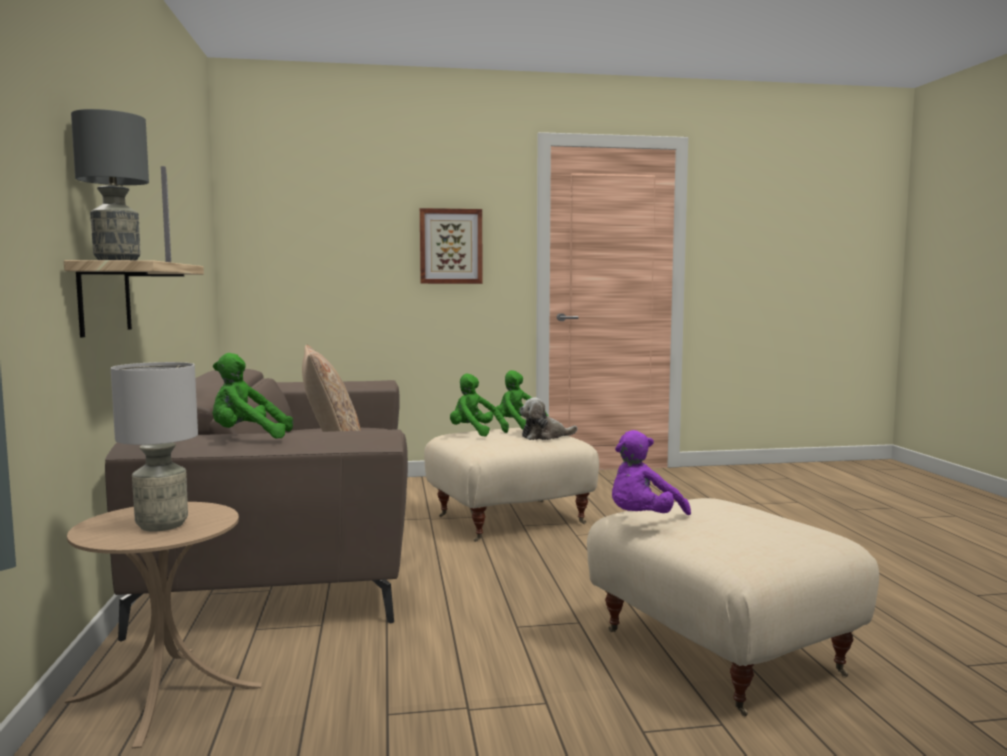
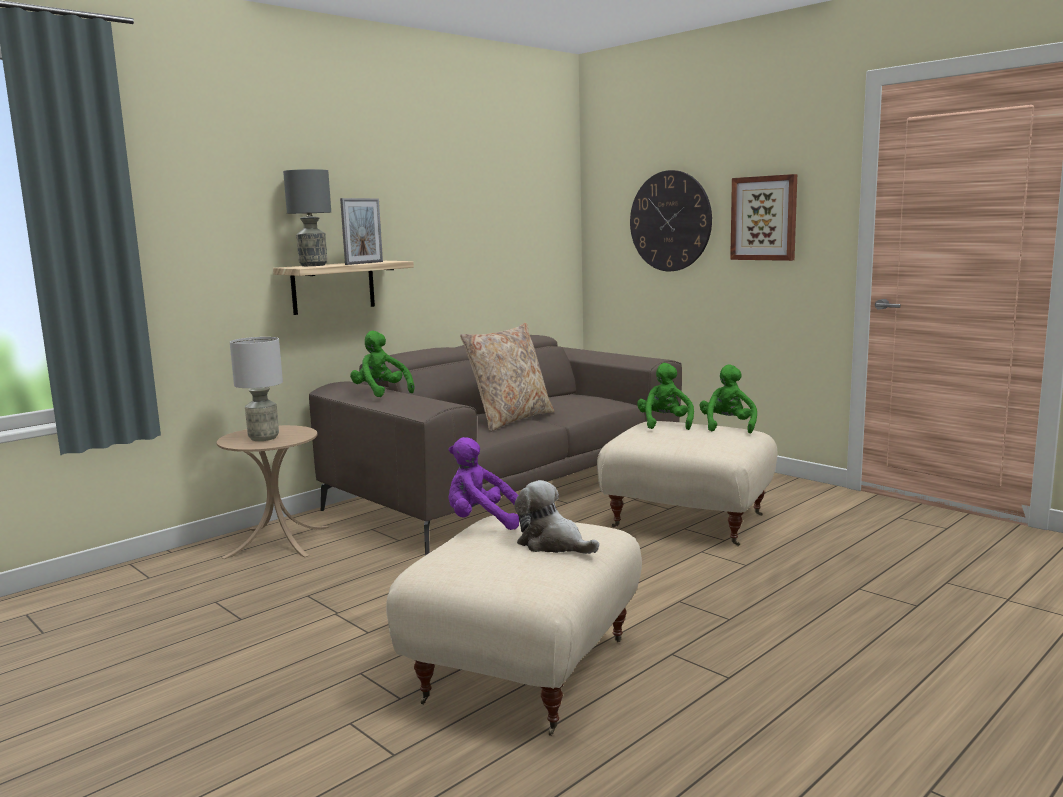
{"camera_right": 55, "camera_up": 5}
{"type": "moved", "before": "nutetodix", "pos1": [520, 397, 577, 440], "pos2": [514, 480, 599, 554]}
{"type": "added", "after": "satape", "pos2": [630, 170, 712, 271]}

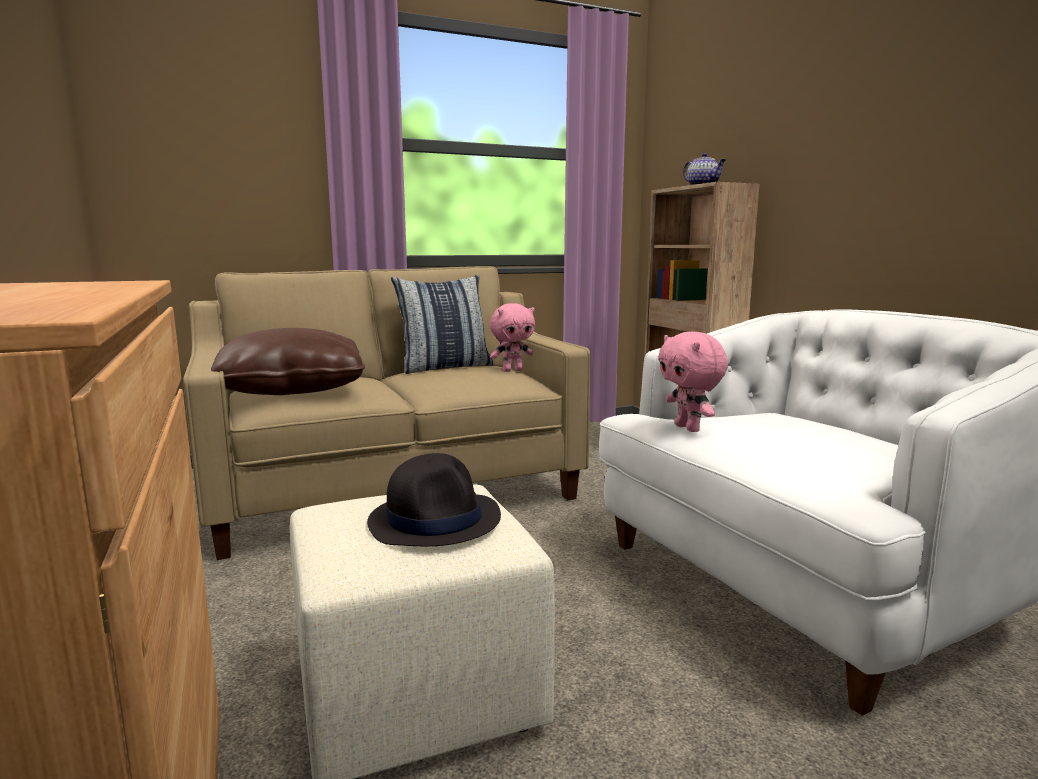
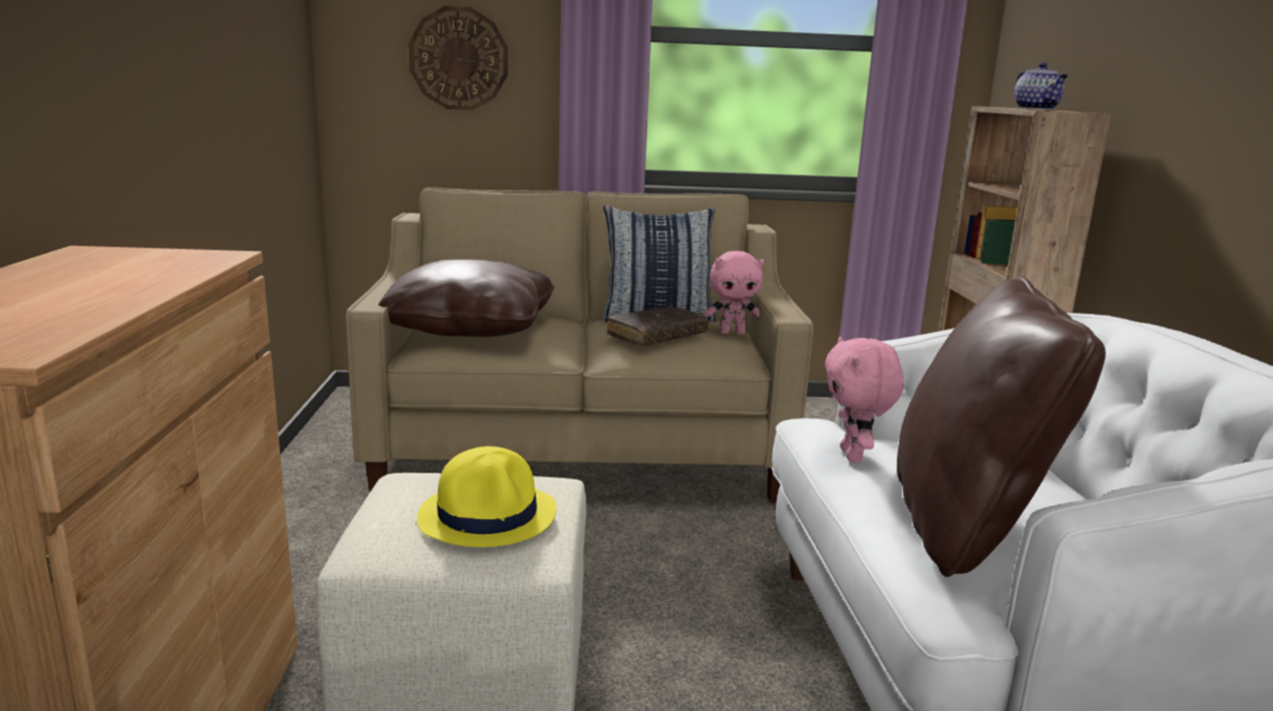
{"camera_right": 20, "camera_up": 5}
{"type": "recoloured", "before": "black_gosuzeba", "after": "yellow_gosuzeba", "pos1": [367, 453, 501, 547], "pos2": [417, 446, 557, 547]}
{"type": "added", "after": "satape", "pos2": [409, 6, 508, 110]}
{"type": "added", "after": "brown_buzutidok", "pos2": [897, 277, 1106, 577]}
{"type": "added", "after": "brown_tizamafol", "pos2": [607, 306, 709, 346]}

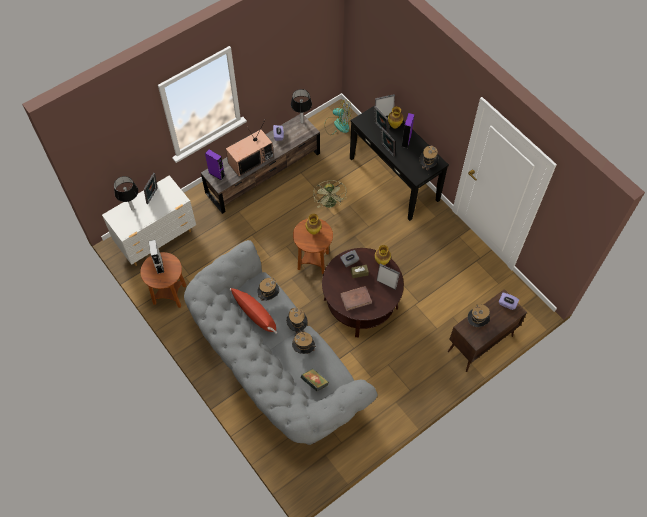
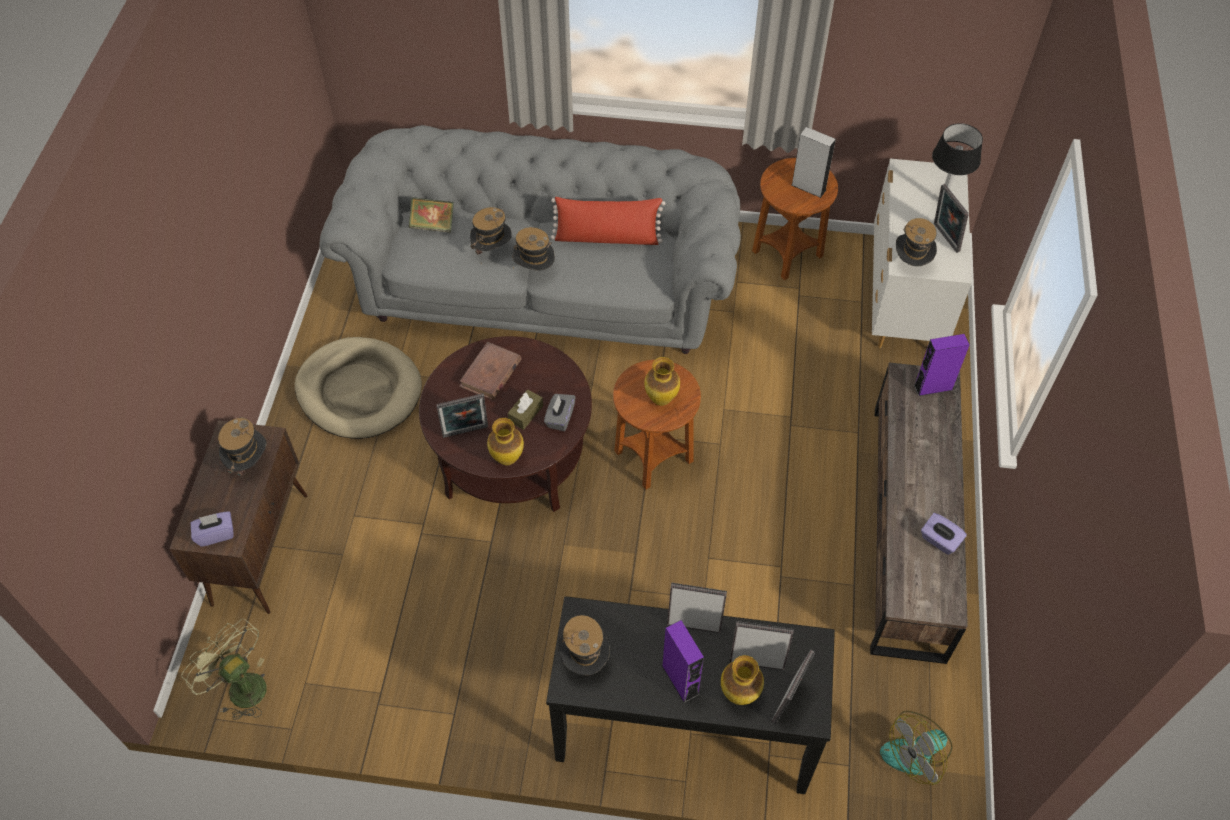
{"camera_right": 135, "camera_up": -5}
{"type": "removed", "before": "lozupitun", "pos1": [291, 89, 312, 123]}
{"type": "removed", "before": "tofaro", "pos1": [226, 120, 274, 176]}
{"type": "moved", "before": "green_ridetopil", "pos1": [313, 180, 347, 208], "pos2": [181, 619, 267, 720]}
{"type": "moved", "before": "gosuzeba", "pos1": [258, 278, 279, 305], "pos2": [896, 218, 937, 266]}
{"type": "added", "after": "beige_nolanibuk", "pos2": [295, 337, 422, 439]}

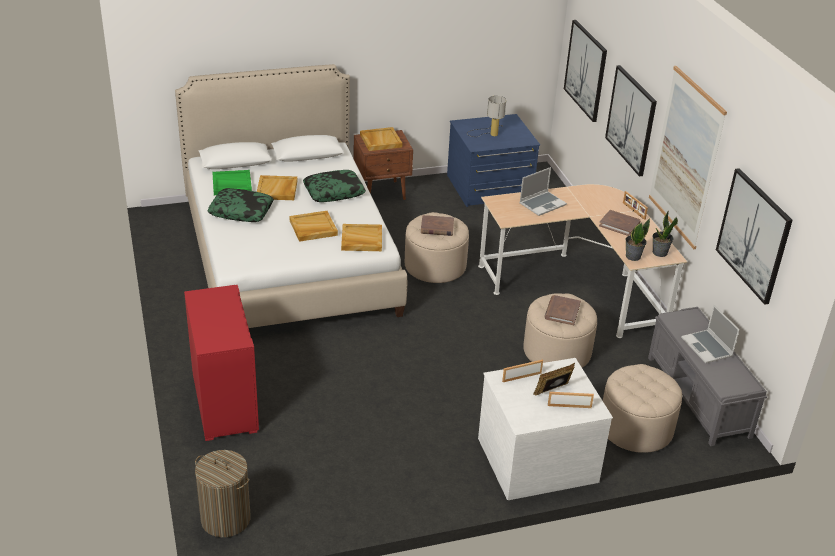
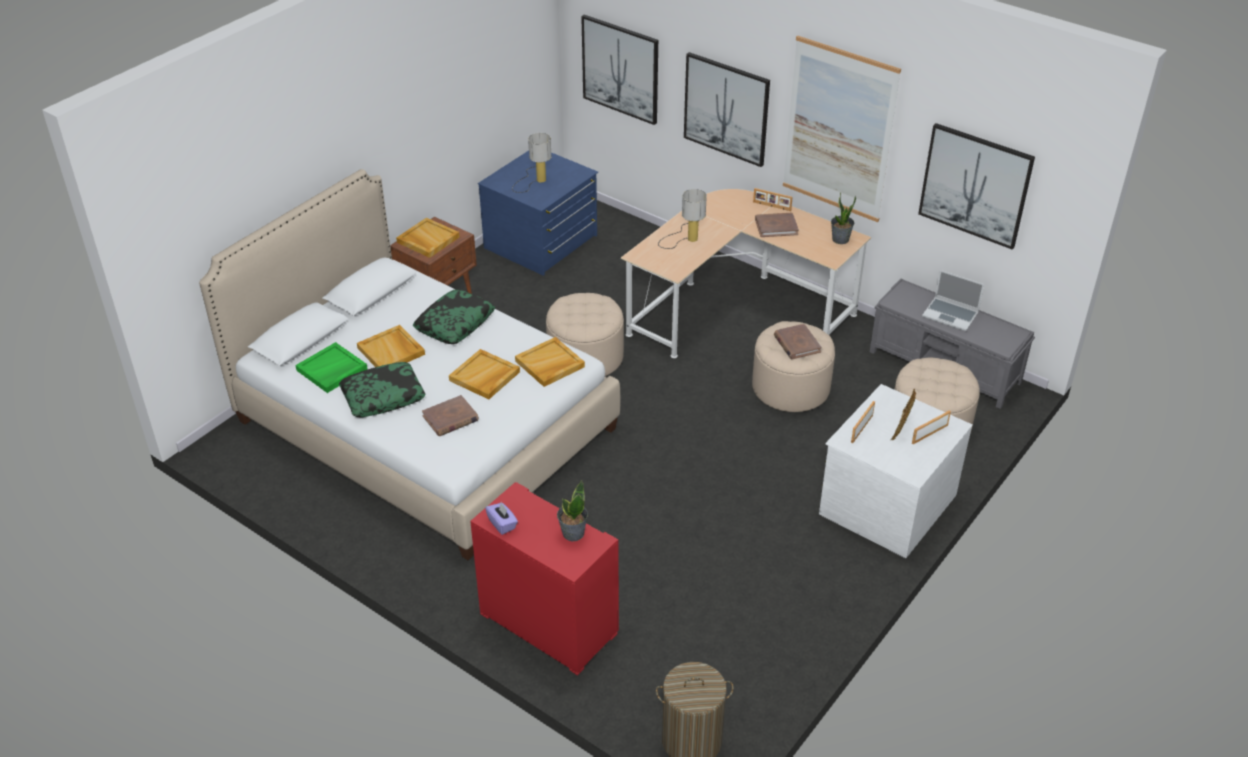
{"camera_right": -35, "camera_up": 5}
{"type": "replaced", "before": "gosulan", "after": "lozupitun", "pos1": [519, 167, 567, 216], "pos2": [658, 189, 707, 249]}
{"type": "moved", "before": "brown_tizamafol", "pos1": [421, 215, 454, 236], "pos2": [422, 395, 479, 436]}
{"type": "moved", "before": "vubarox", "pos1": [625, 219, 650, 261], "pos2": [557, 481, 588, 541]}
{"type": "added", "after": "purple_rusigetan", "pos2": [485, 503, 518, 535]}

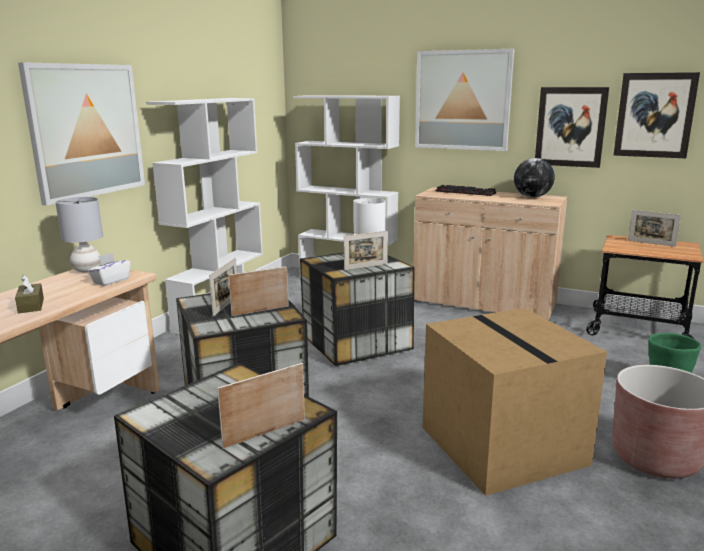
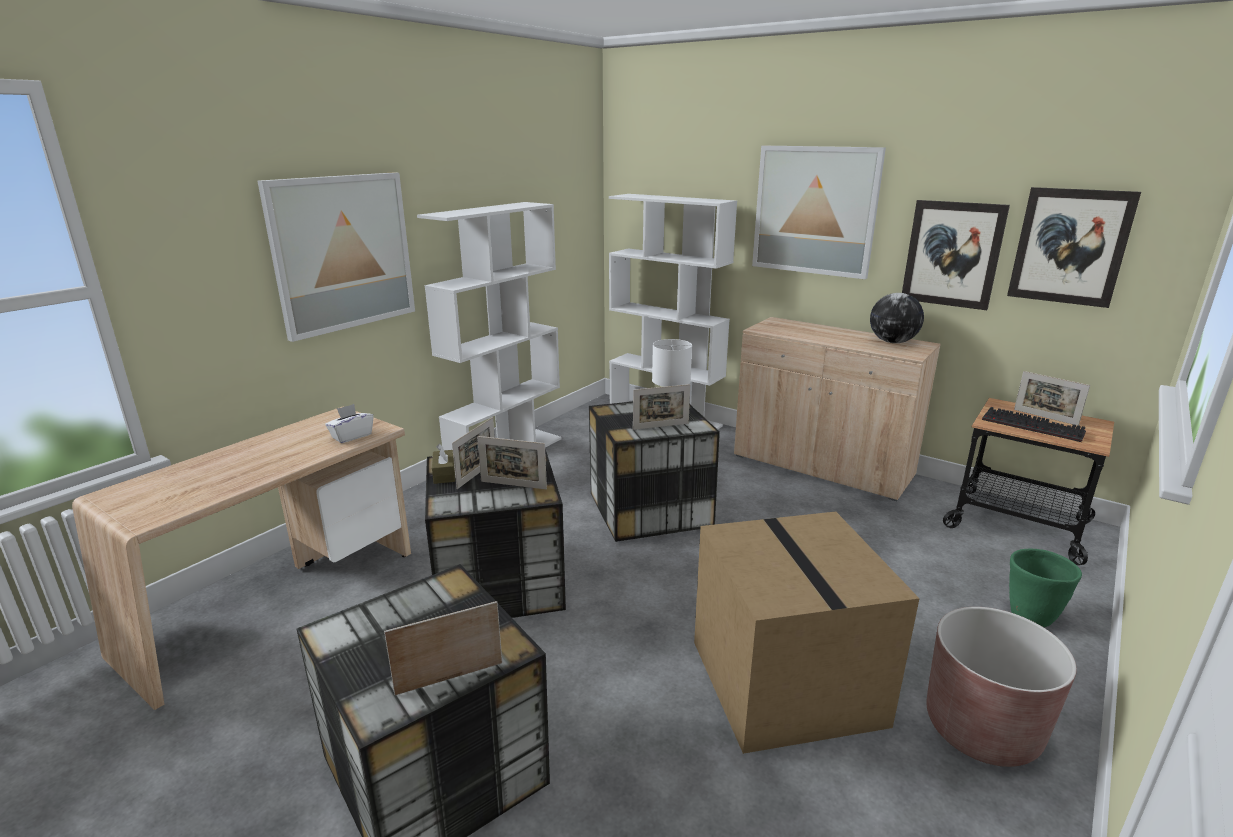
{"camera_right": 10, "camera_up": 5}
{"type": "moved", "before": "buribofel", "pos1": [436, 185, 496, 196], "pos2": [982, 407, 1086, 442]}
{"type": "removed", "before": "grey_lozupitun", "pos1": [55, 197, 103, 272]}
{"type": "turned", "before": "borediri", "pos1": [229, 266, 289, 316], "pos2": [477, 436, 547, 489], "turn": -150}
{"type": "moved", "before": "brown_rusigetan", "pos1": [15, 275, 44, 313], "pos2": [432, 443, 455, 484]}

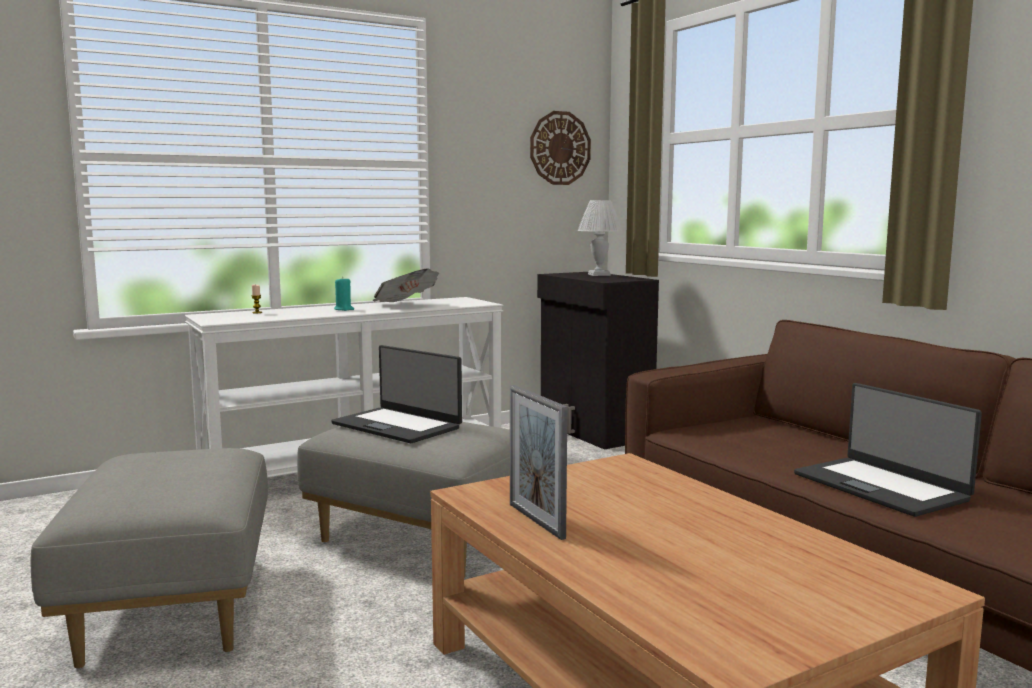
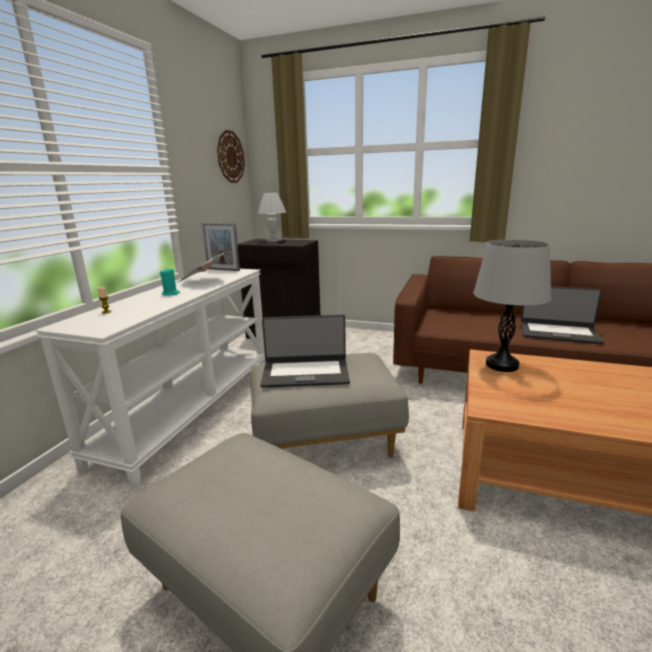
{"camera_right": -40, "camera_up": 10}
{"type": "moved", "before": "borediri", "pos1": [510, 385, 567, 540], "pos2": [202, 223, 240, 271]}
{"type": "added", "after": "grey_lozupitun", "pos2": [473, 240, 551, 372]}

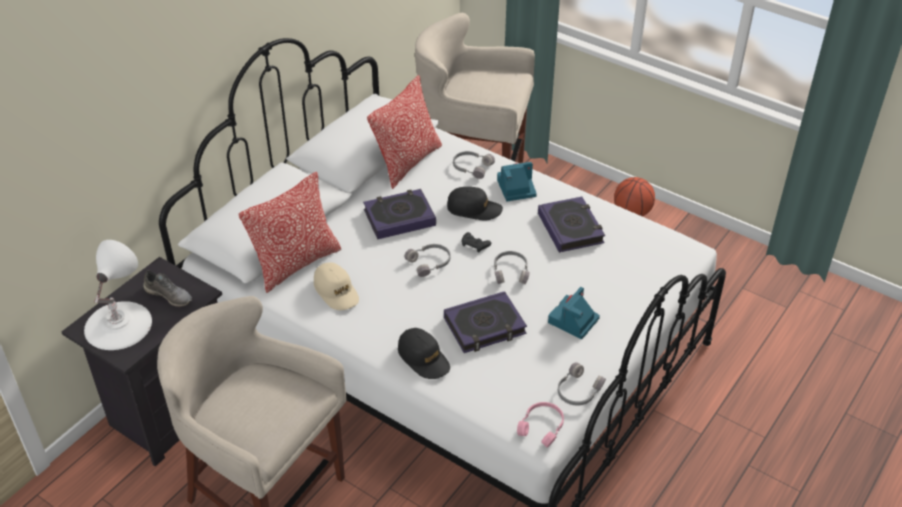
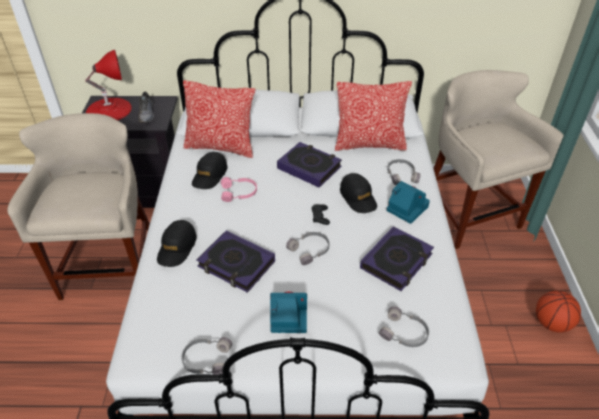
{"camera_right": 55, "camera_up": 0}
{"type": "recoloured", "before": "white_lozupitun", "after": "red_lozupitun", "pos1": [84, 240, 152, 350], "pos2": [85, 50, 132, 120]}
{"type": "moved", "before": "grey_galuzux", "pos1": [405, 244, 451, 277], "pos2": [379, 306, 429, 347]}
{"type": "recoloured", "before": "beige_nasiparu", "after": "black_nasiparu", "pos1": [314, 262, 359, 310], "pos2": [192, 152, 227, 189]}
{"type": "moved", "before": "pink_galuzux", "pos1": [517, 402, 564, 447], "pos2": [221, 177, 257, 202]}

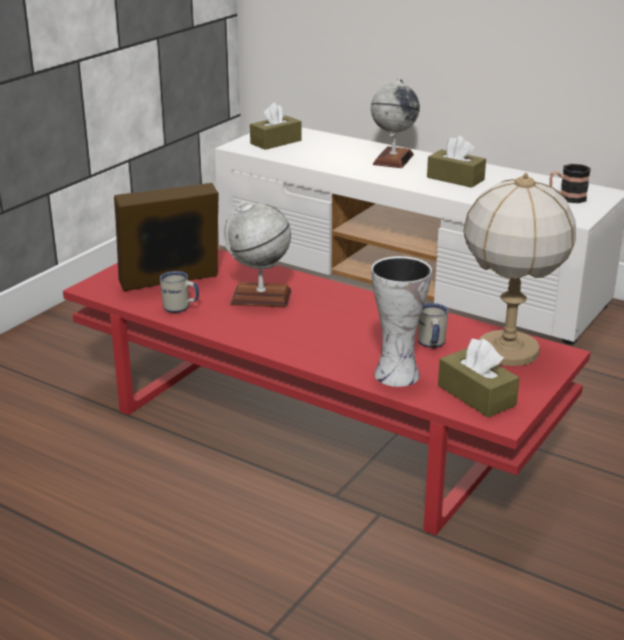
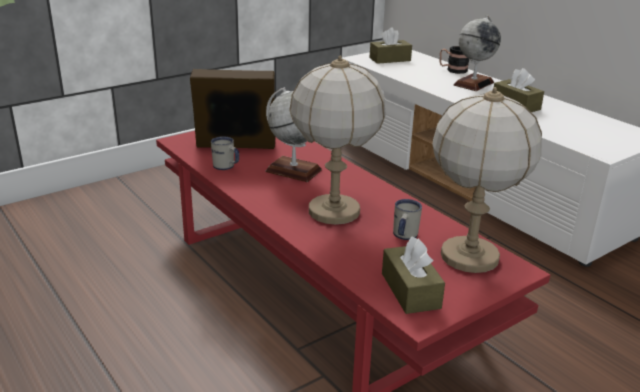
{"camera_right": 20, "camera_up": 0}
{"type": "moved", "before": "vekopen", "pos1": [549, 164, 591, 203], "pos2": [440, 46, 469, 74]}
{"type": "removed", "before": "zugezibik", "pos1": [371, 256, 432, 387]}
{"type": "added", "after": "lozupitun", "pos2": [289, 55, 386, 225]}

